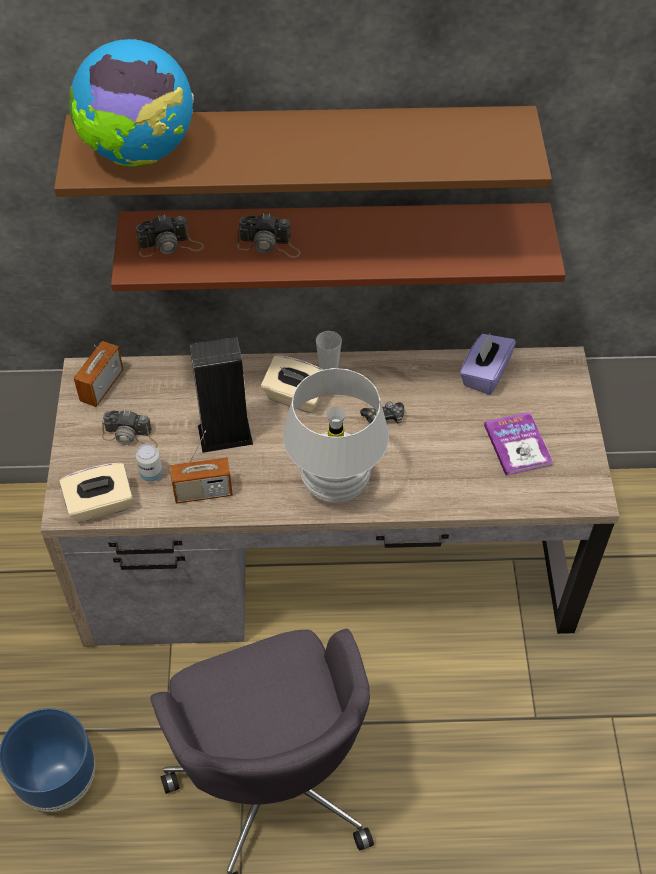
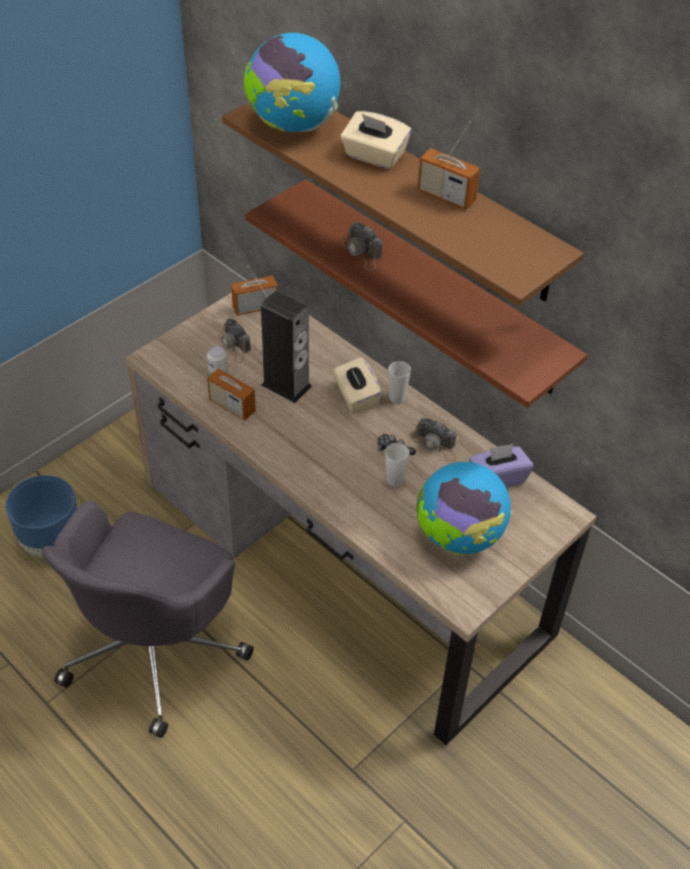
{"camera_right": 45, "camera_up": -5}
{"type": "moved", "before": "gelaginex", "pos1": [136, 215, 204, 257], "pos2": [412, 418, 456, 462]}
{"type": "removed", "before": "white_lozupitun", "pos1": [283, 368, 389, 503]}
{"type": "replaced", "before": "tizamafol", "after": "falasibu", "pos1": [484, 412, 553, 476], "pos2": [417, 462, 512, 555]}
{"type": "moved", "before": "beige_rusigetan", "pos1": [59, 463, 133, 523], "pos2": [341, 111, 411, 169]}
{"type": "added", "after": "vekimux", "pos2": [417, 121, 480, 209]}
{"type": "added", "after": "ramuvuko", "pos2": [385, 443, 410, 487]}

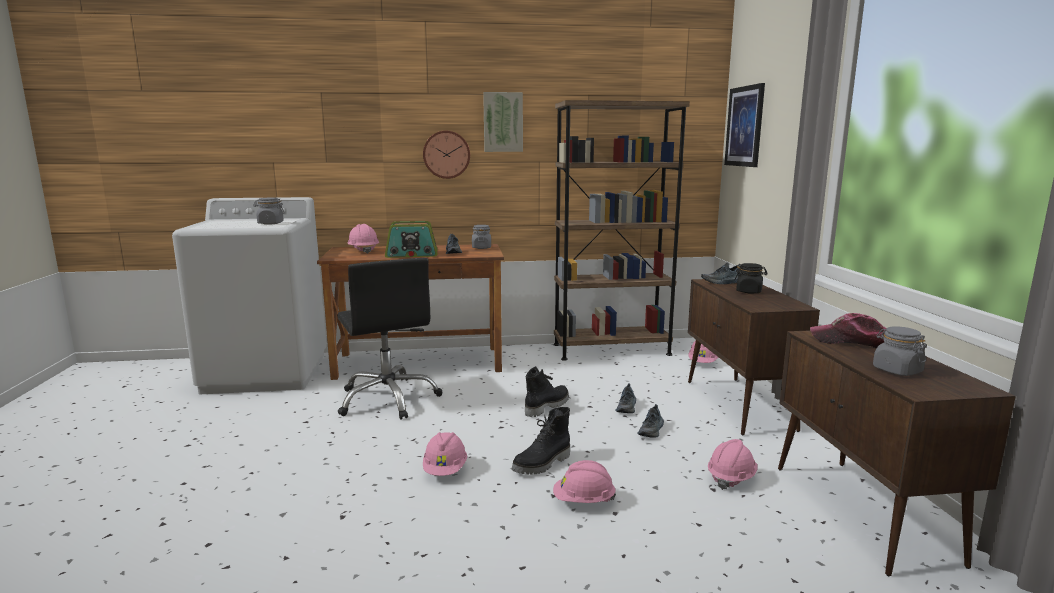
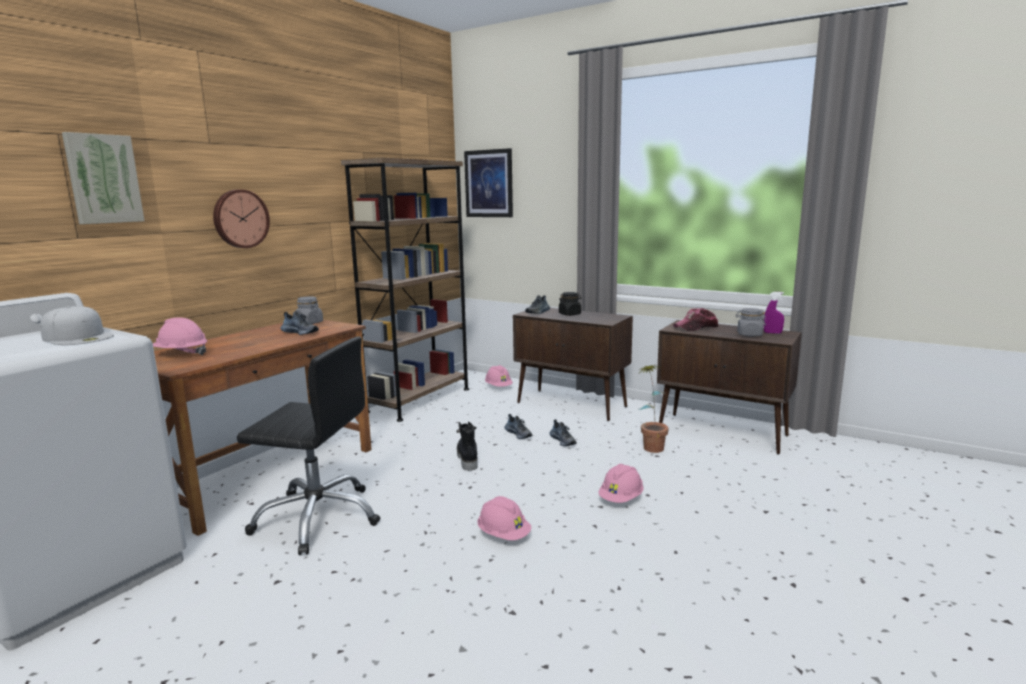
{"camera_right": -50, "camera_up": 0}
{"type": "moved", "before": "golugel", "pos1": [483, 92, 523, 152], "pos2": [62, 132, 144, 224]}
{"type": "replaced", "before": "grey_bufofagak", "after": "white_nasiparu", "pos1": [253, 198, 285, 225], "pos2": [40, 306, 114, 345]}
{"type": "removed", "before": "vekimux", "pos1": [385, 221, 437, 258]}
{"type": "removed", "before": "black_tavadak", "pos1": [512, 407, 570, 474]}
{"type": "replaced", "before": "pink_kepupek", "after": "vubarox", "pos1": [708, 439, 758, 490], "pos2": [638, 364, 669, 453]}
{"type": "added", "after": "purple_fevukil", "pos2": [764, 292, 784, 334]}

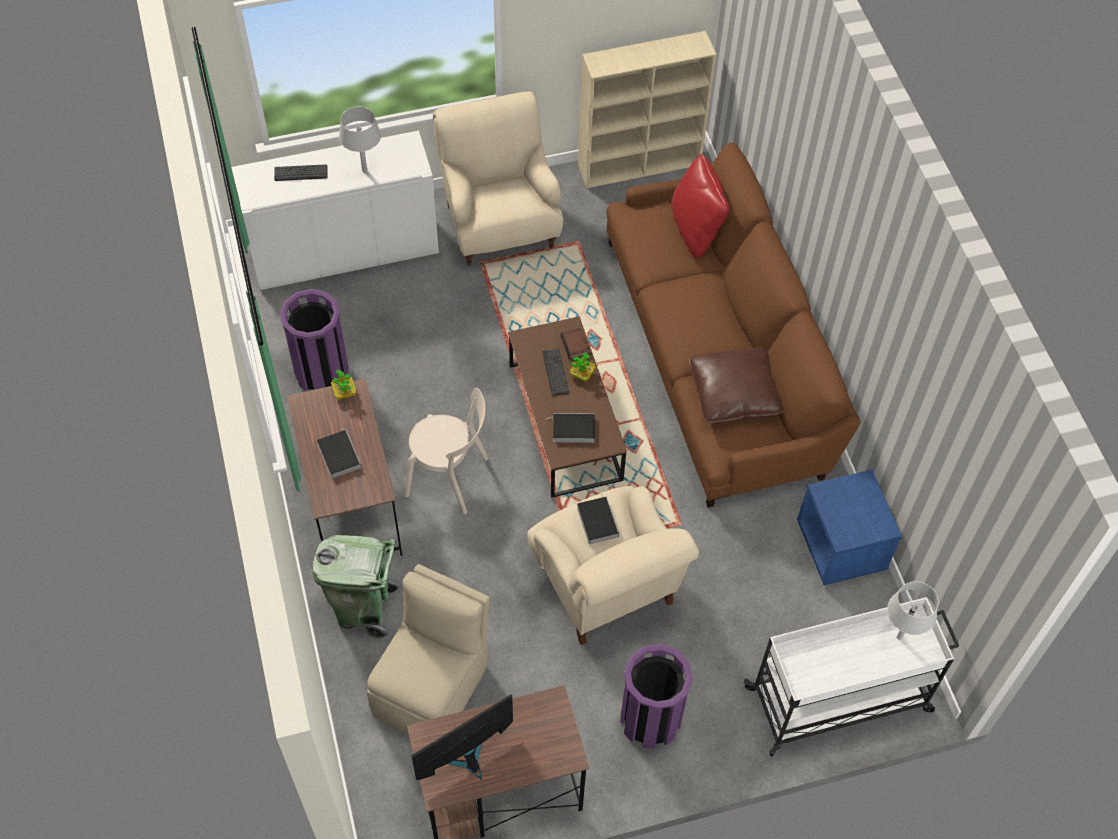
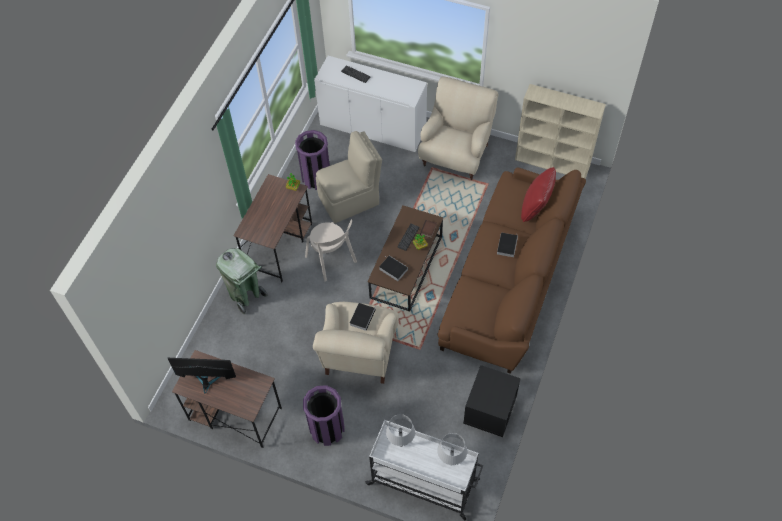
{"camera_right": 40, "camera_up": 0}
{"type": "moved", "before": "grey_lozupitun", "pos1": [339, 107, 381, 172], "pos2": [386, 414, 415, 447]}
{"type": "removed", "before": "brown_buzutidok", "pos1": [689, 348, 783, 423]}
{"type": "moved", "before": "tizamafol", "pos1": [317, 428, 362, 479], "pos2": [497, 232, 518, 257]}
{"type": "recoloured", "before": "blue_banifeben", "after": "black_banifeben", "pos1": [797, 469, 902, 585], "pos2": [463, 365, 521, 437]}
{"type": "moved", "before": "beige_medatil", "pos1": [367, 564, 490, 735], "pos2": [316, 131, 382, 223]}

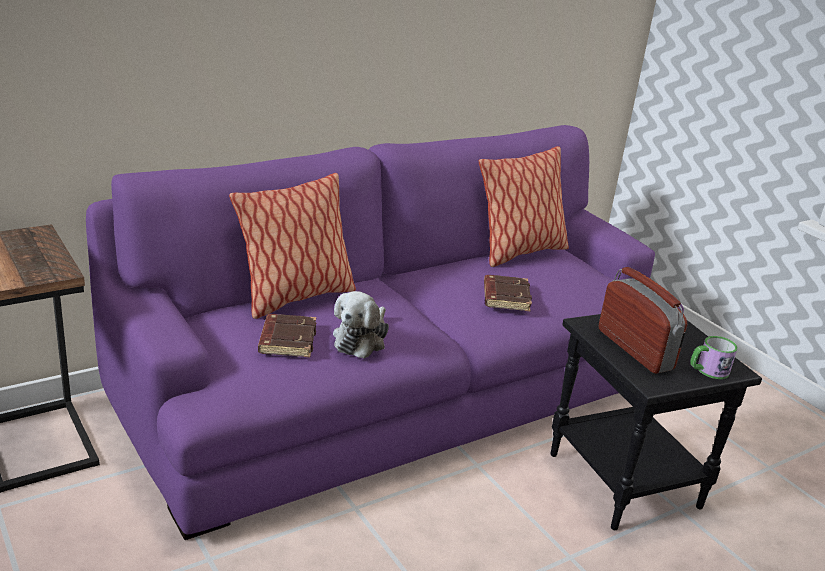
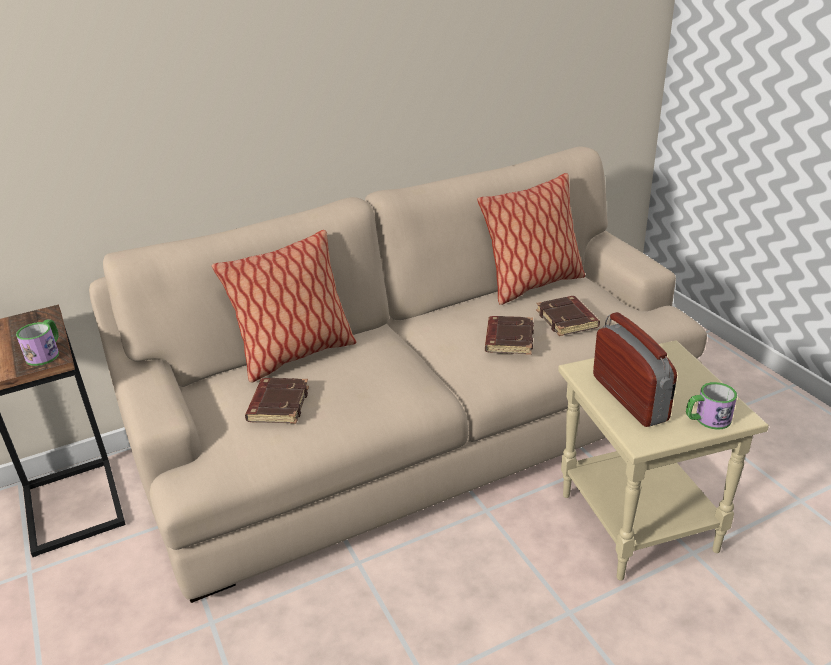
{"camera_right": 10, "camera_up": 5}
{"type": "recoloured", "before": "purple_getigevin", "after": "beige_getigevin", "pos1": [86, 125, 684, 540], "pos2": [89, 146, 707, 603]}
{"type": "removed", "before": "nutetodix", "pos1": [333, 291, 389, 359]}
{"type": "recoloured", "before": "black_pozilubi", "after": "beige_pozilubi", "pos1": [551, 314, 762, 530], "pos2": [558, 340, 769, 581]}
{"type": "added", "after": "brown_tizamafol", "pos2": [536, 296, 600, 336]}
{"type": "added", "after": "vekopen", "pos2": [16, 319, 59, 366]}

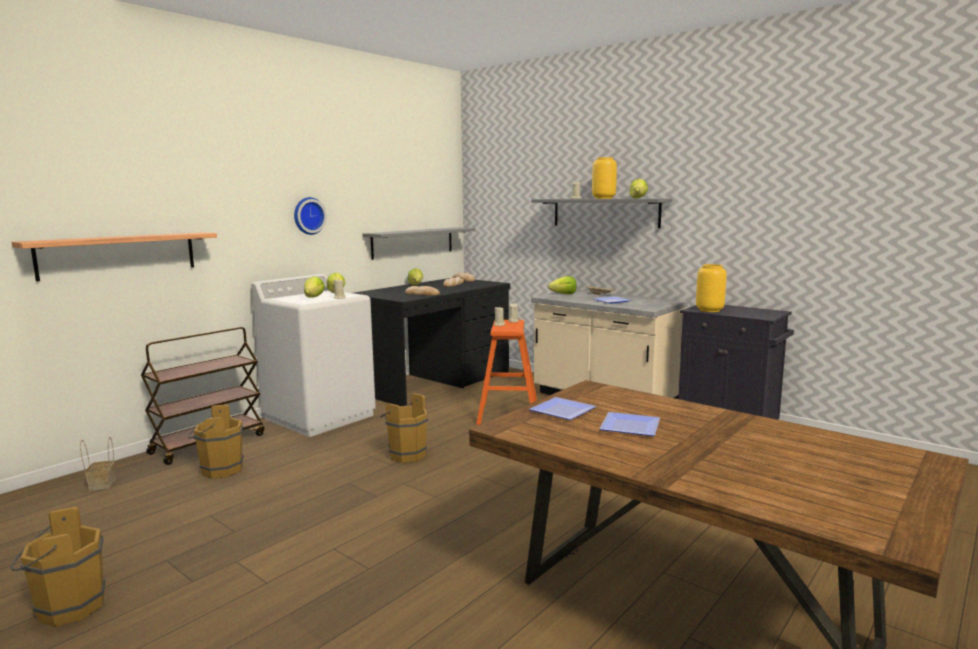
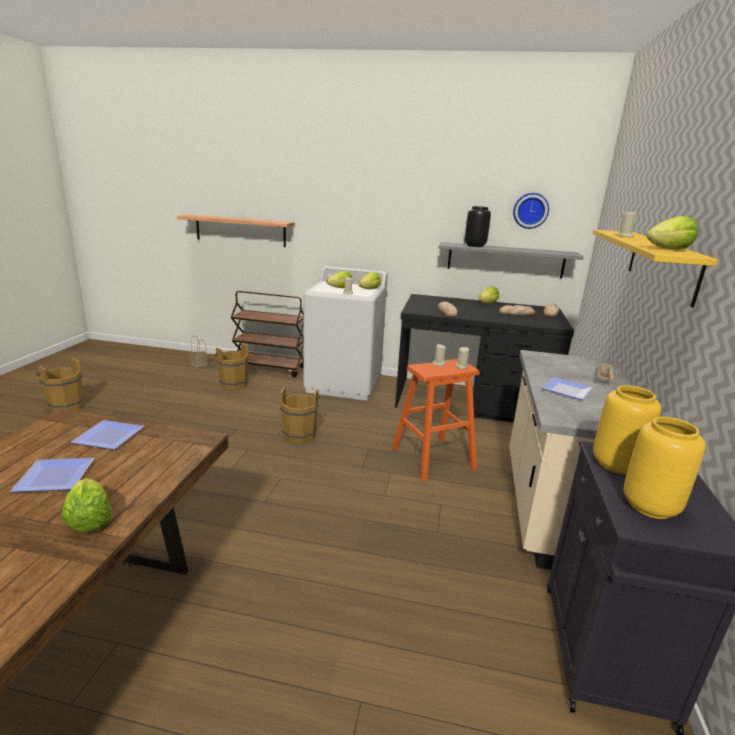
{"camera_right": 60, "camera_up": 10}
{"type": "moved", "before": "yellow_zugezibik", "pos1": [592, 157, 617, 199], "pos2": [624, 417, 705, 519]}
{"type": "moved", "before": "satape", "pos1": [294, 197, 327, 235], "pos2": [513, 193, 549, 229]}
{"type": "recoloured", "before": "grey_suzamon", "after": "yellow_suzamon", "pos1": [531, 199, 672, 228], "pos2": [593, 230, 718, 308]}
{"type": "moved", "before": "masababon", "pos1": [548, 276, 576, 294], "pos2": [62, 478, 112, 533]}
{"type": "added", "after": "black_zugezibik", "pos2": [465, 206, 491, 247]}

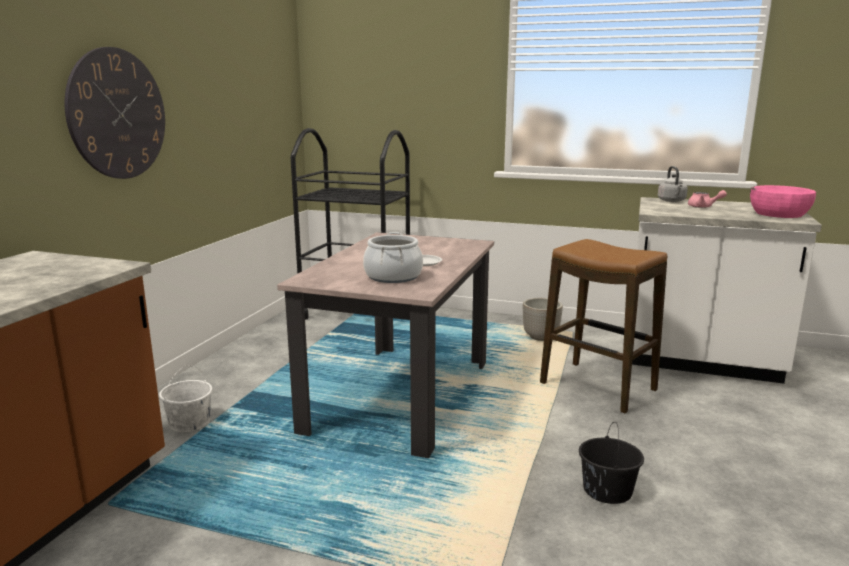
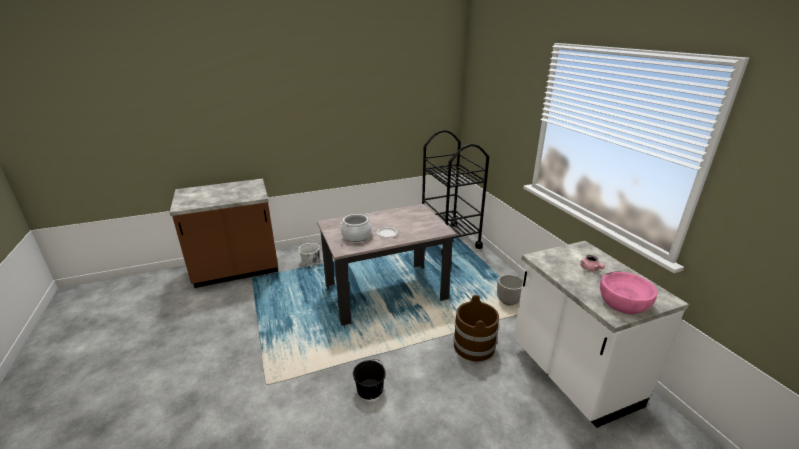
{"camera_right": 50, "camera_up": 10}
{"type": "removed", "before": "satape", "pos1": [65, 47, 165, 179]}
{"type": "removed", "before": "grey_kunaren", "pos1": [658, 166, 688, 202]}
{"type": "replaced", "before": "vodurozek", "after": "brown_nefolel", "pos1": [540, 239, 667, 413], "pos2": [454, 295, 499, 362]}

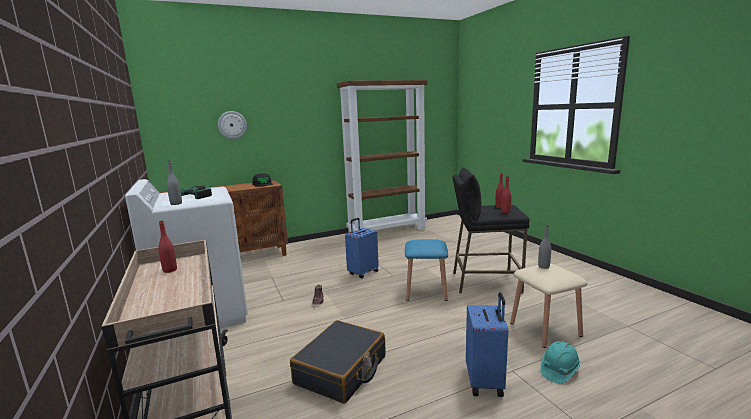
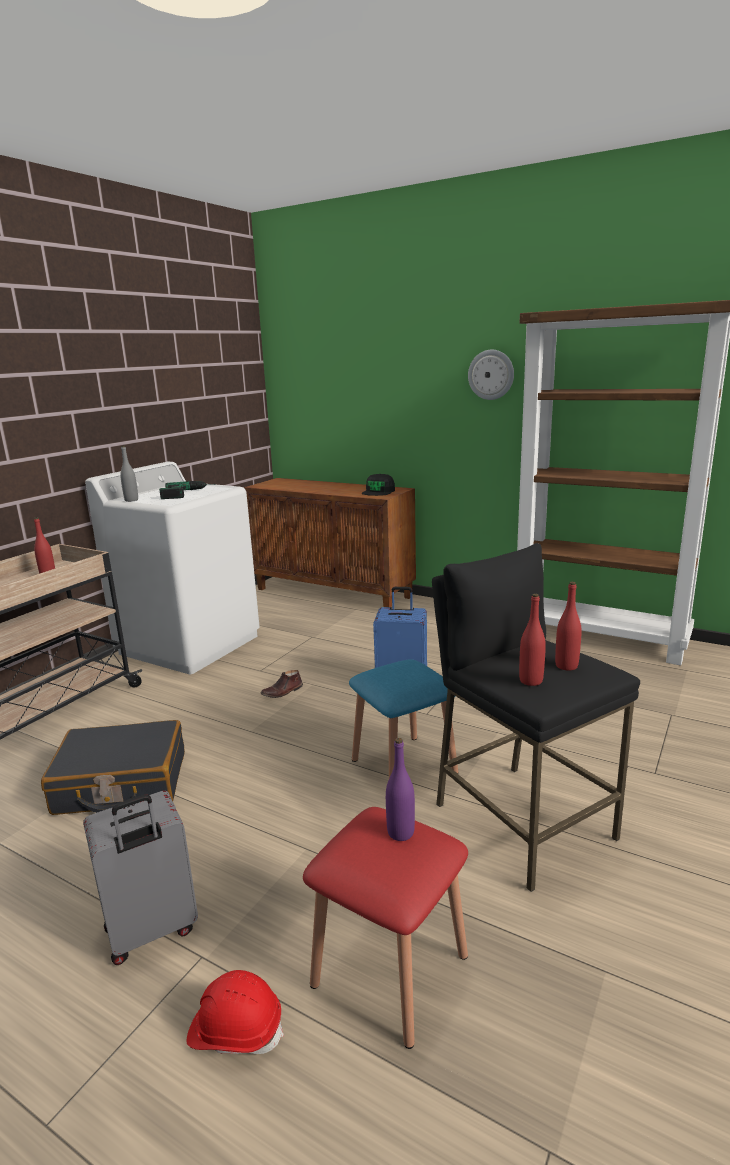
{"camera_right": 55, "camera_up": 5}
{"type": "moved", "before": "satape", "pos1": [218, 111, 247, 139], "pos2": [468, 350, 514, 400]}
{"type": "recoloured", "before": "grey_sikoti", "after": "purple_sikoti", "pos1": [538, 225, 551, 269], "pos2": [386, 738, 415, 841]}
{"type": "recoloured", "before": "beige_vodurozek", "after": "red_vodurozek", "pos1": [510, 264, 588, 348], "pos2": [303, 807, 468, 1049]}
{"type": "recoloured", "before": "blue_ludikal", "after": "grey_ludikal", "pos1": [466, 292, 508, 397], "pos2": [83, 791, 198, 965]}
{"type": "recoloured", "before": "turquoise_kepupek", "after": "red_kepupek", "pos1": [541, 341, 581, 384], "pos2": [187, 970, 284, 1054]}

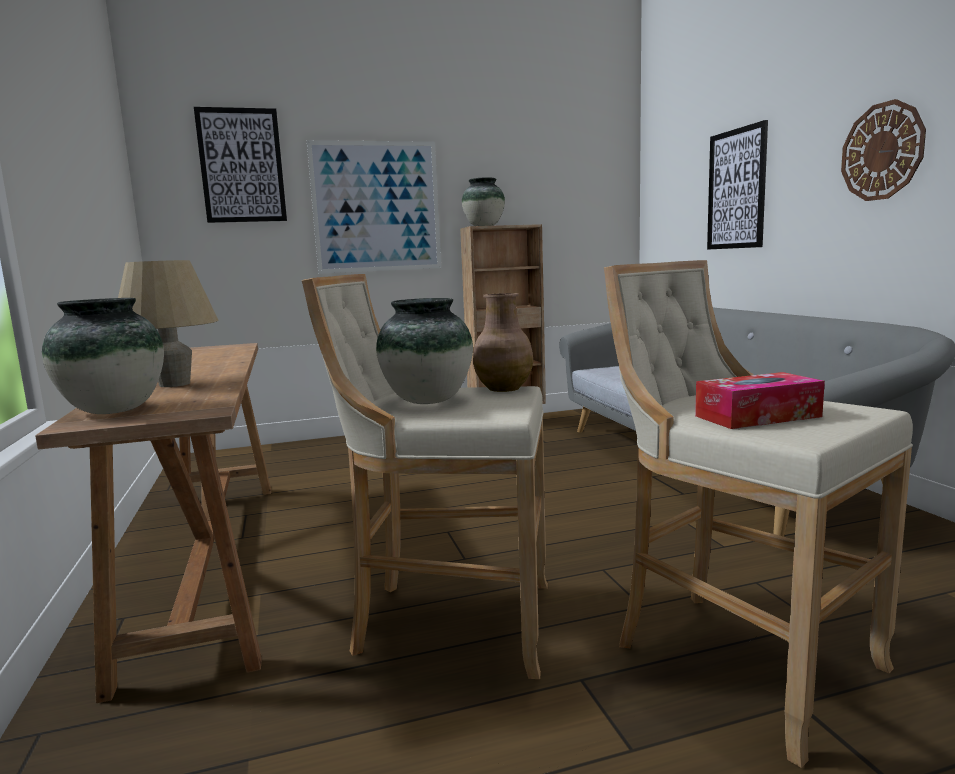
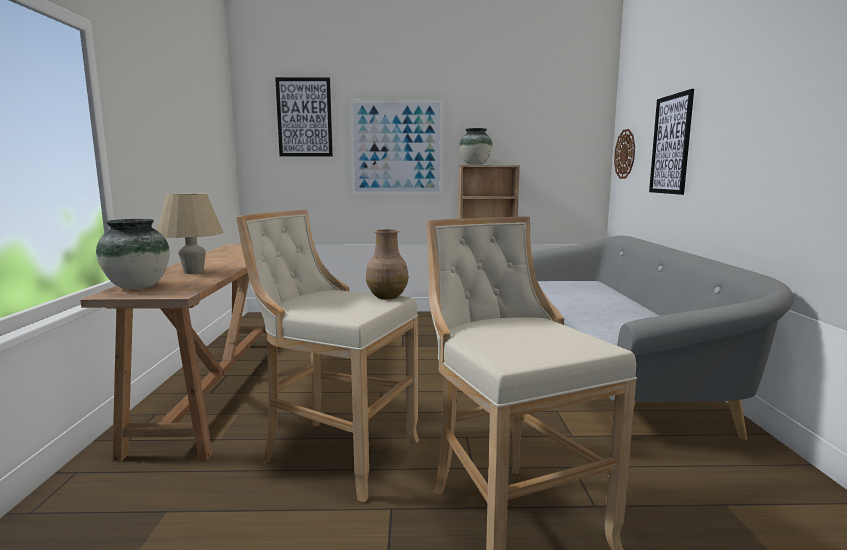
{"camera_right": 15, "camera_up": 0}
{"type": "moved", "before": "satape", "pos1": [841, 99, 926, 201], "pos2": [614, 129, 635, 179]}
{"type": "removed", "before": "zugezibik", "pos1": [376, 298, 473, 404]}
{"type": "removed", "before": "rusigetan", "pos1": [695, 372, 825, 429]}

